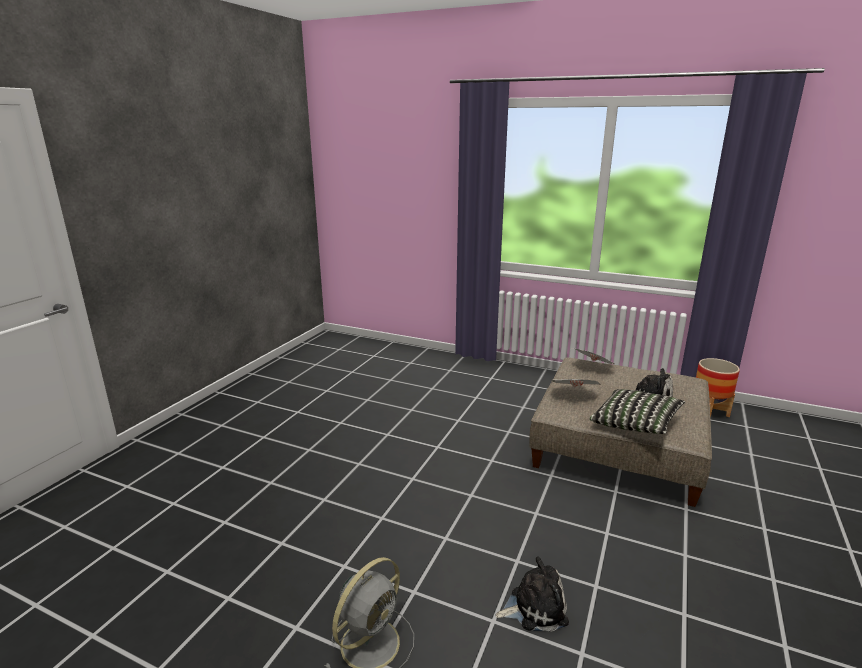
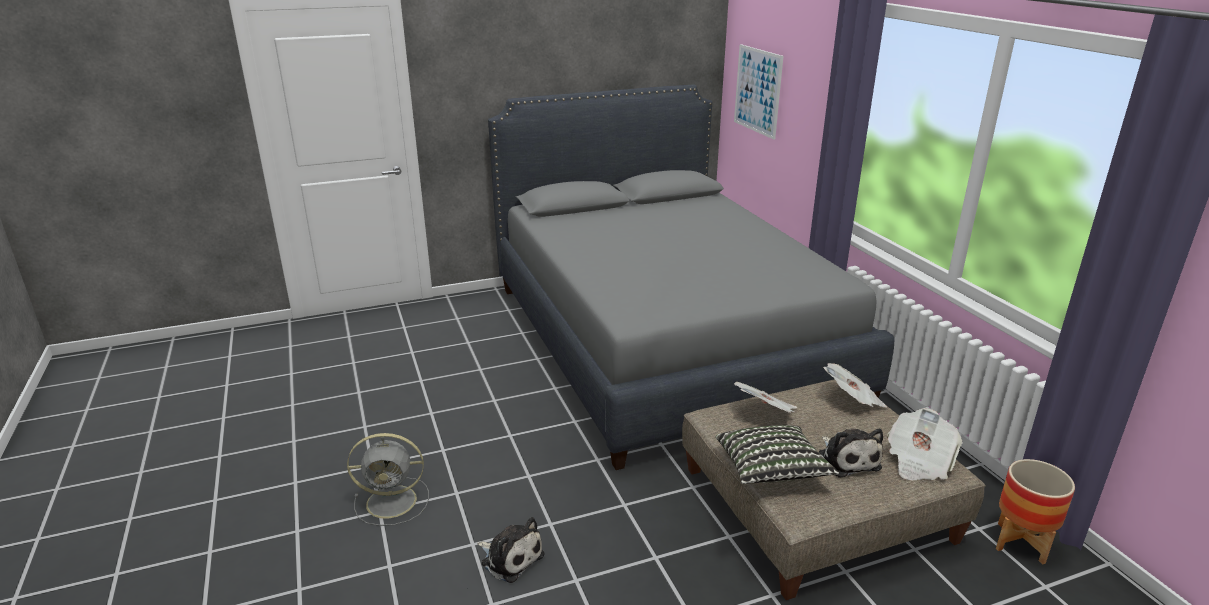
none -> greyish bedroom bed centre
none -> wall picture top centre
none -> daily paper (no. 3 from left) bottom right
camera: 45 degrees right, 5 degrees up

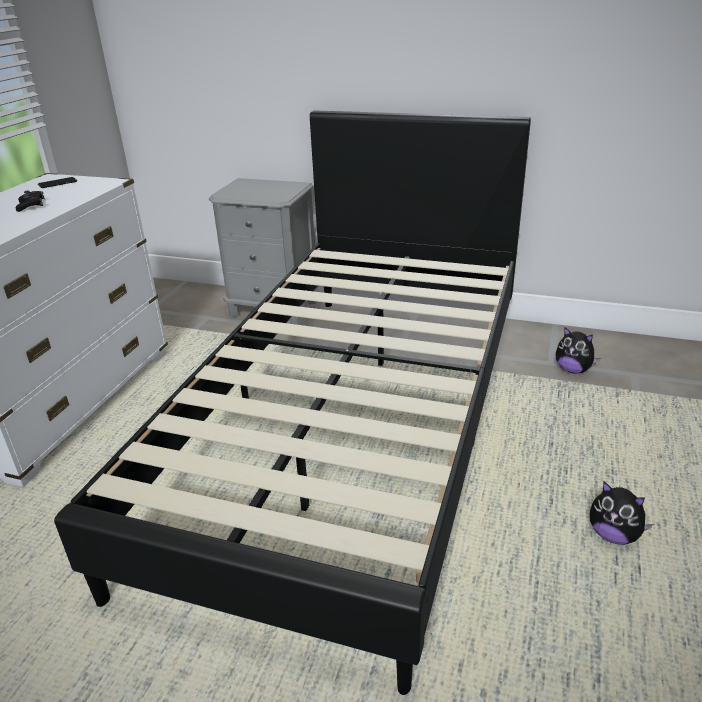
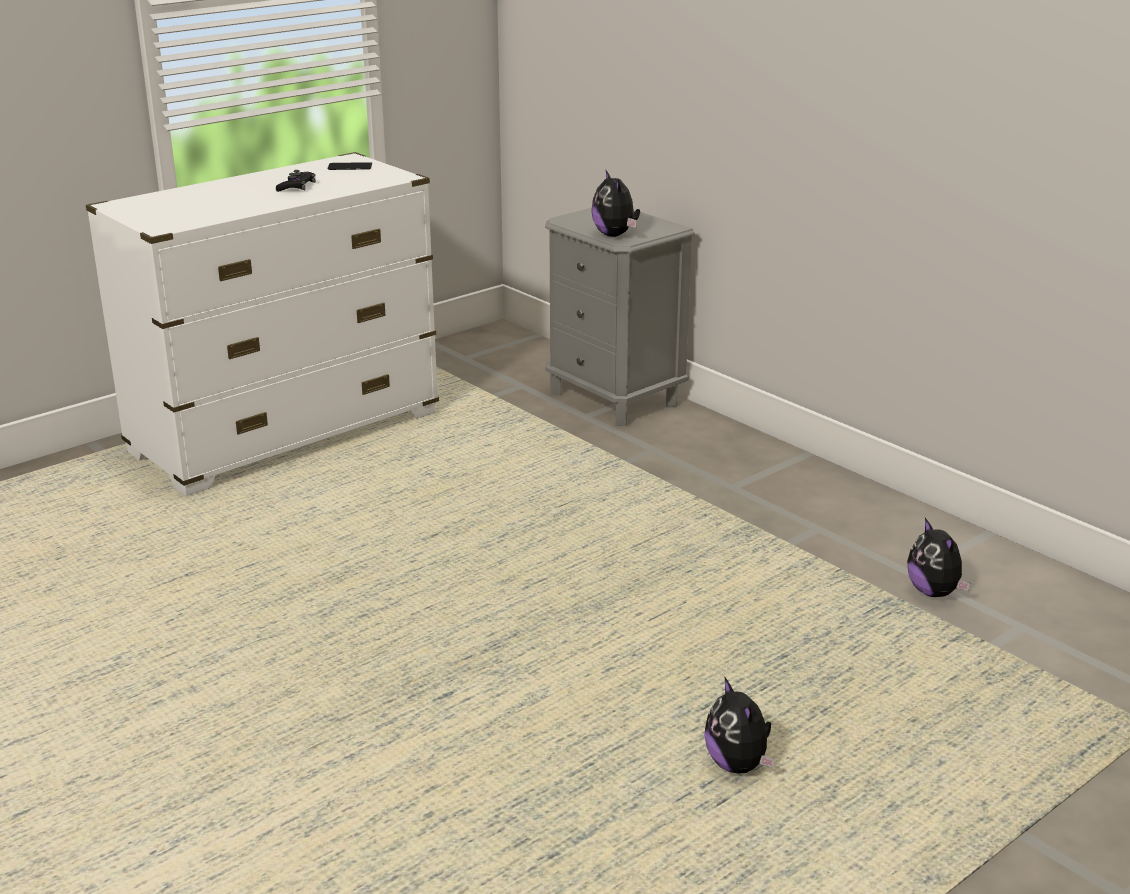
black-coloured bedroom bed centre -> none
none -> plush toy (no. 1 from left) top centre
camera: 30 degrees right, 5 degrees down

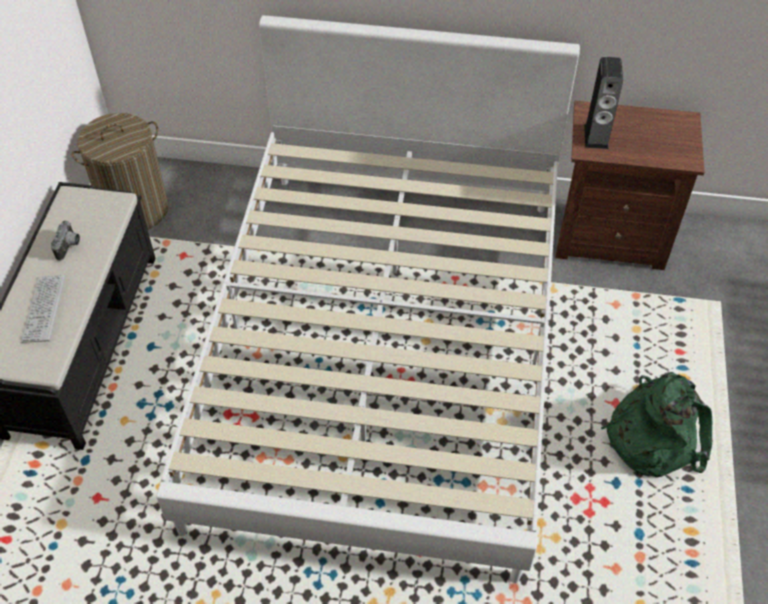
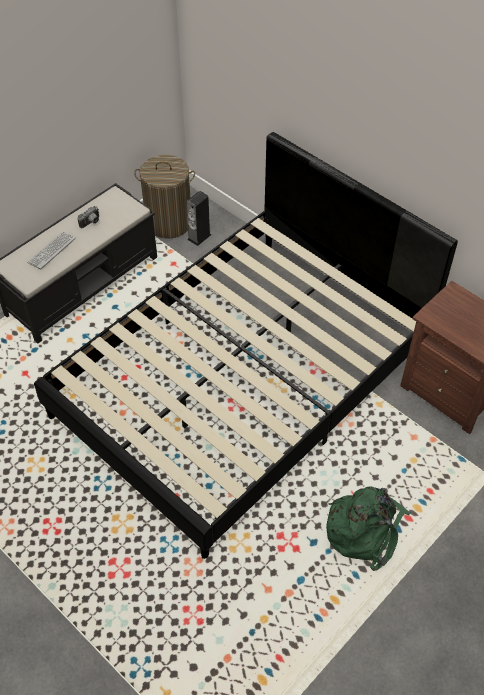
speaker top right -> speaker top centre, relocated
white bedroom bed centre -> black-coloured bedroom bed centre
camera: 35 degrees right, 0 degrees up

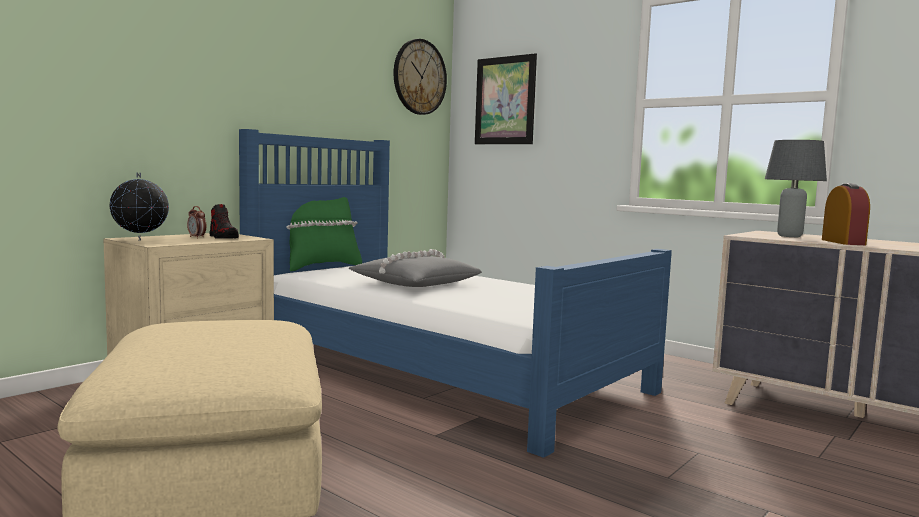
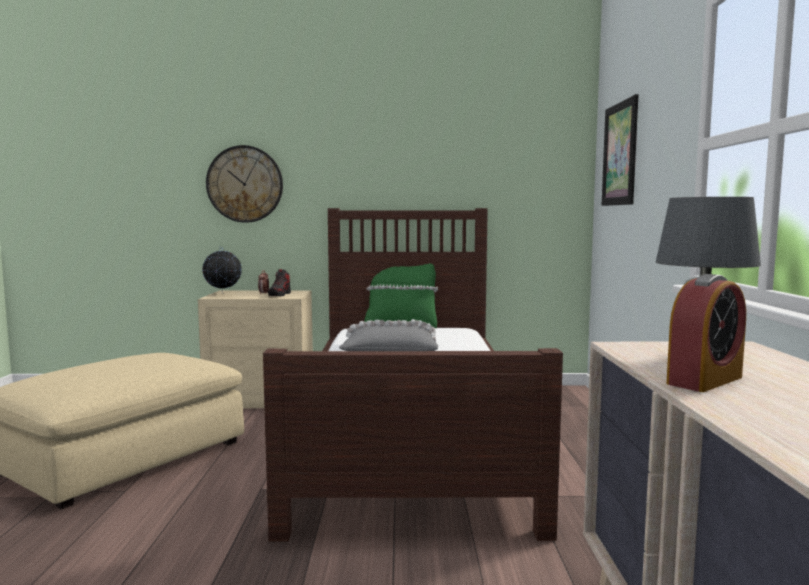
hanging clock top centre -> hanging clock top left, relocated
bluish bedroom bed centre -> brown-coloured bedroom bed centre
camera: 50 degrees right, 0 degrees up

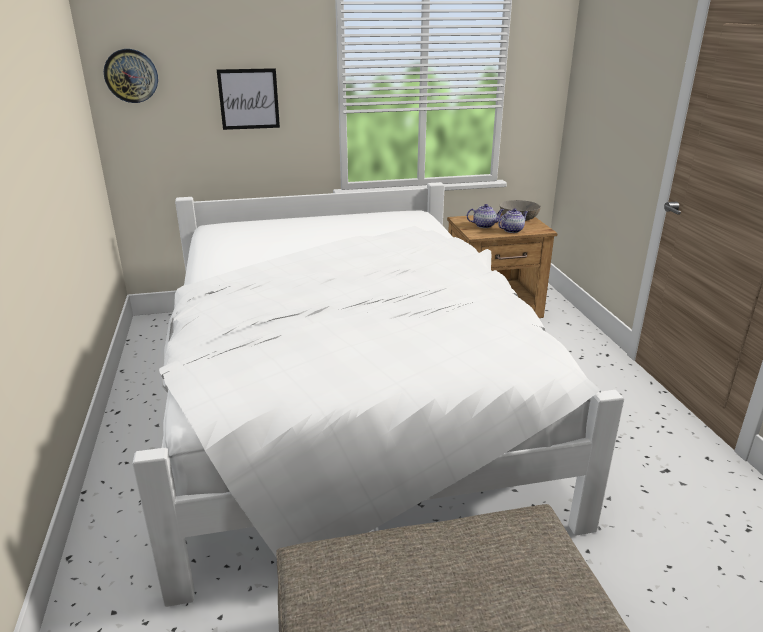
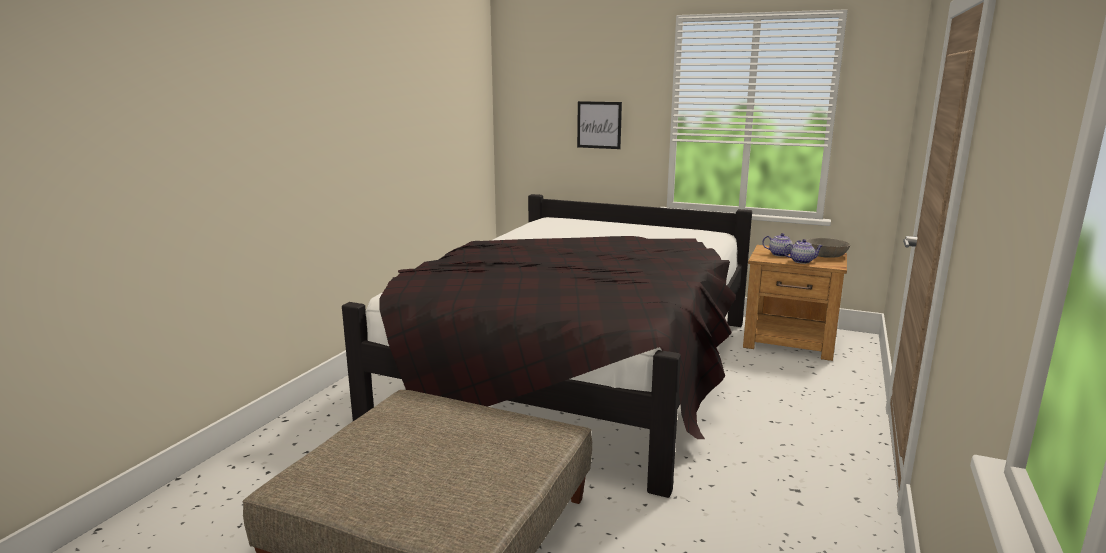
hanging clock top left -> none
white bedroom bed centre -> black-coloured bedroom bed centre
camera: 35 degrees right, 10 degrees down

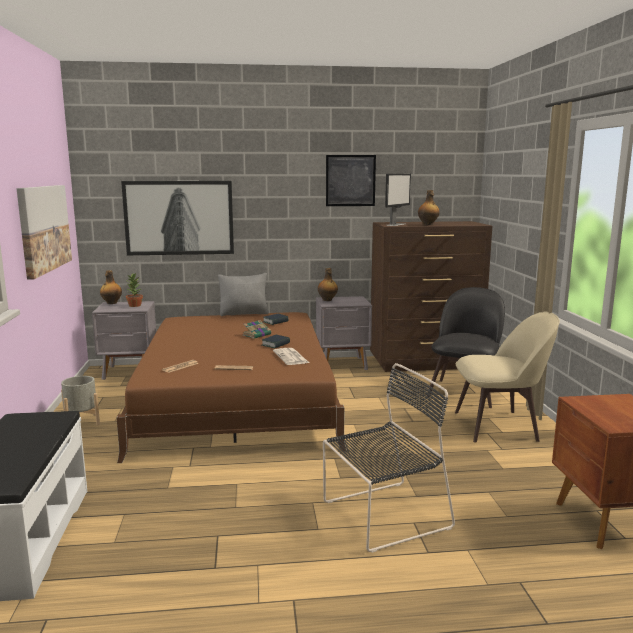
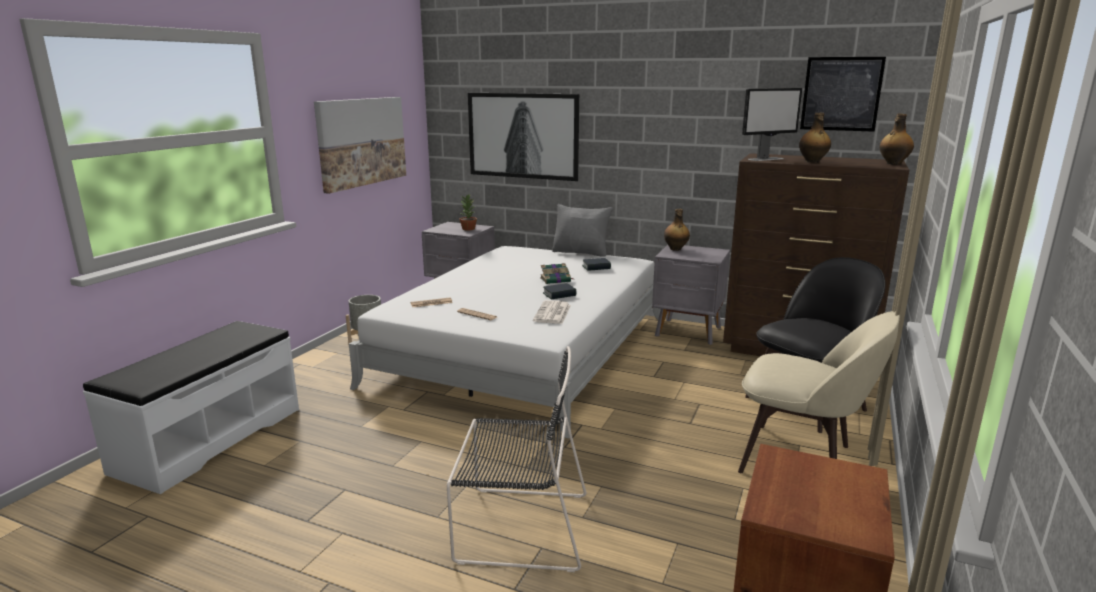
drink bottle (no. 1 from left in the first image) middle left -> drink bottle (no. 3 from left) top right, relocated
wall picture (no. 3 from left) top centre -> wall picture (no. 3 from left) top right, relocated
brown-coloured bedroom bed centre -> white bedroom bed centre
camera: 30 degrees right, 5 degrees up

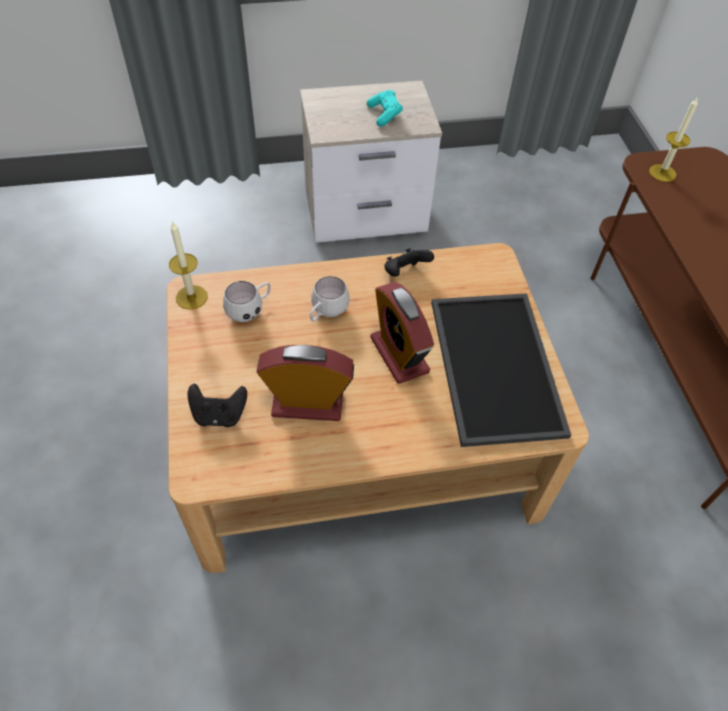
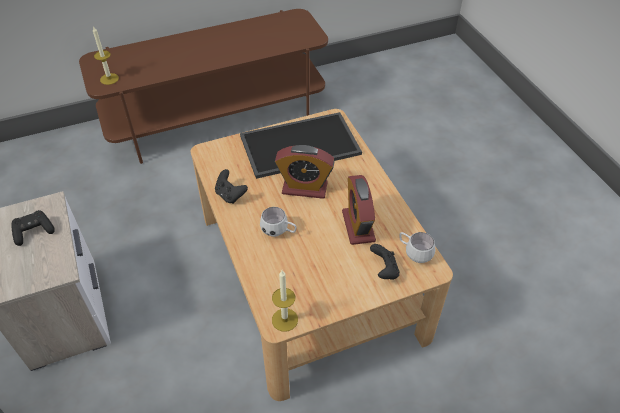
white tea mug (no. 1 from left in the first image) centre -> white tea mug (no. 2 from left) middle right, relocated
blue-green game controller top centre -> black-coloured game controller (no. 1 from left) middle left
bedside clock (no. 2 from left in the first image) centre -> bedside clock (no. 1 from left) centre, 45 degrees clockwise
camera: 100 degrees left, 5 degrees down

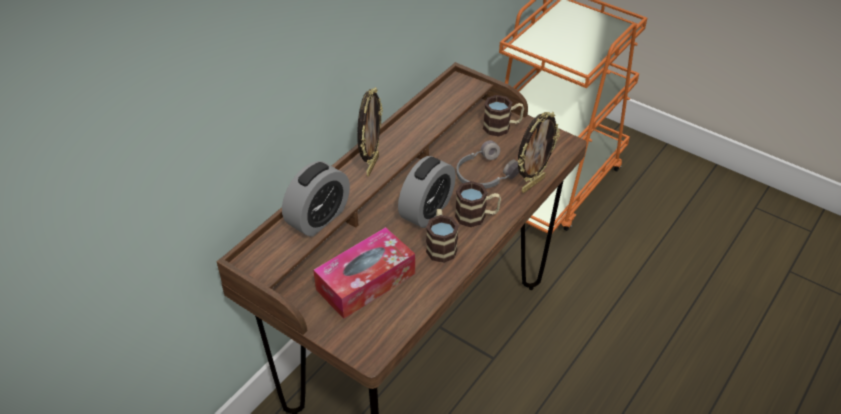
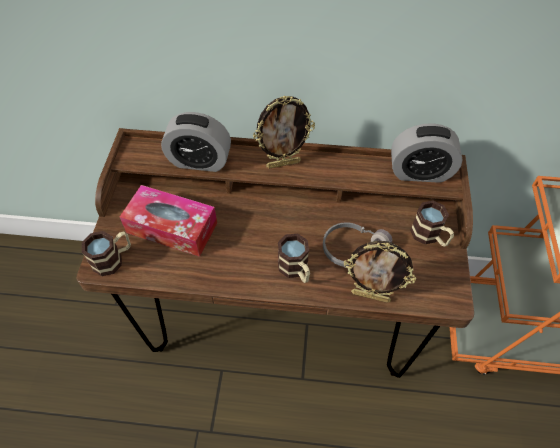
bedside clock (no. 2 from left) centre -> bedside clock (no. 2 from left) middle right, relocated
tea mug (no. 1 from left) centre -> tea mug (no. 1 from left) middle left, relocated
camera: 60 degrees right, 10 degrees up

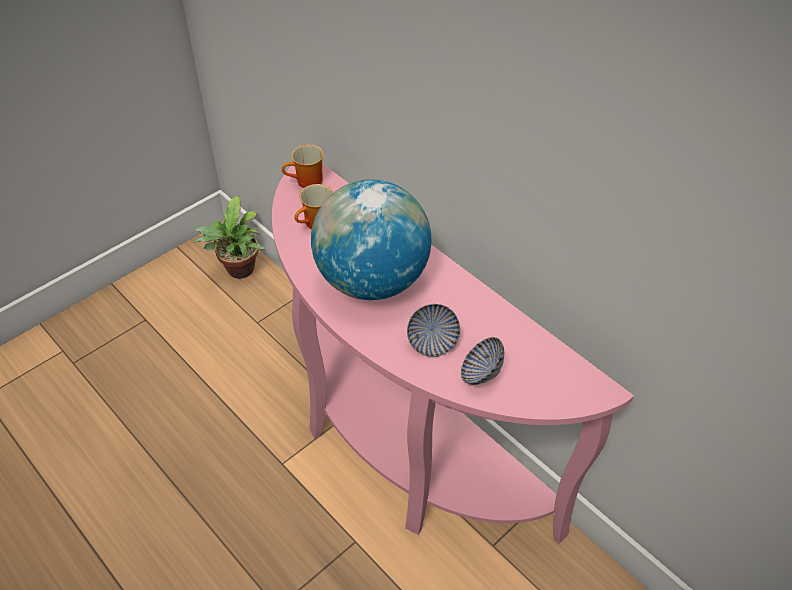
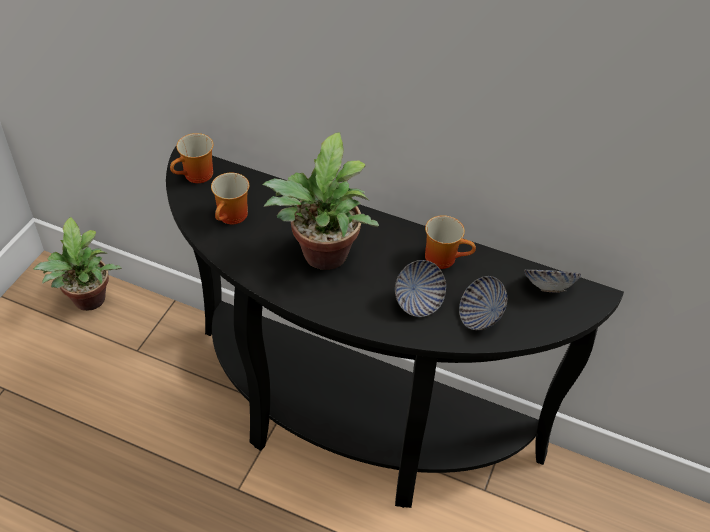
none -> tea mug (no. 3 from left) centre
none -> bowl (no. 3 from left) middle right
desk globe centre -> potted plant (no. 2 from left) centre
pink-coloured console table centre -> black-coloured console table centre
camera: 25 degrees left, 0 degrees up

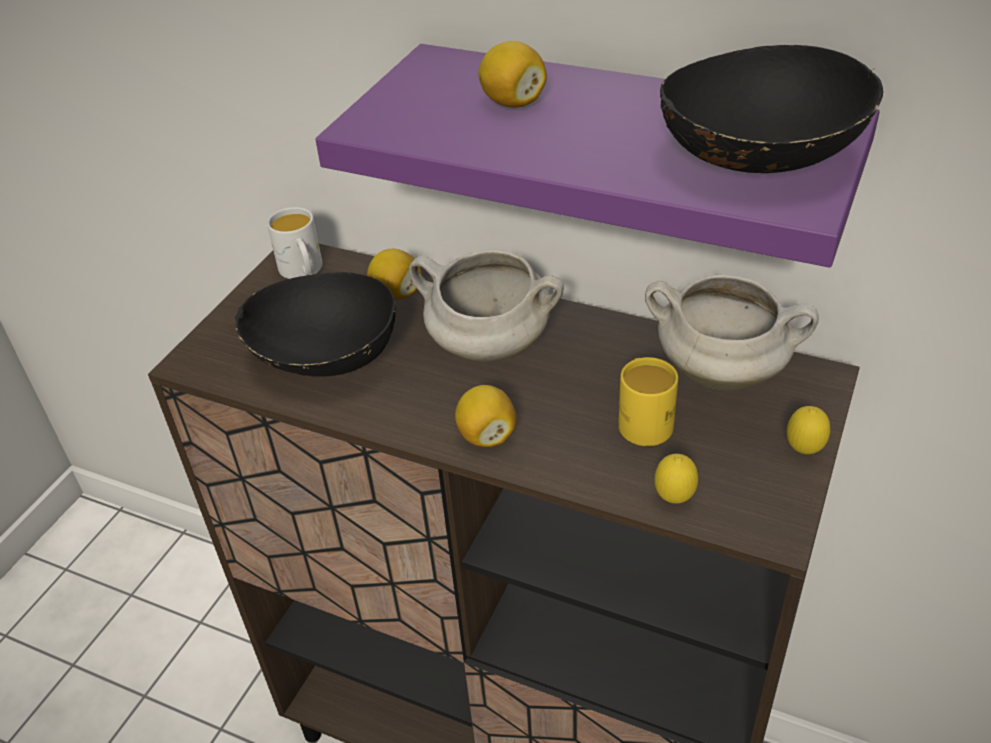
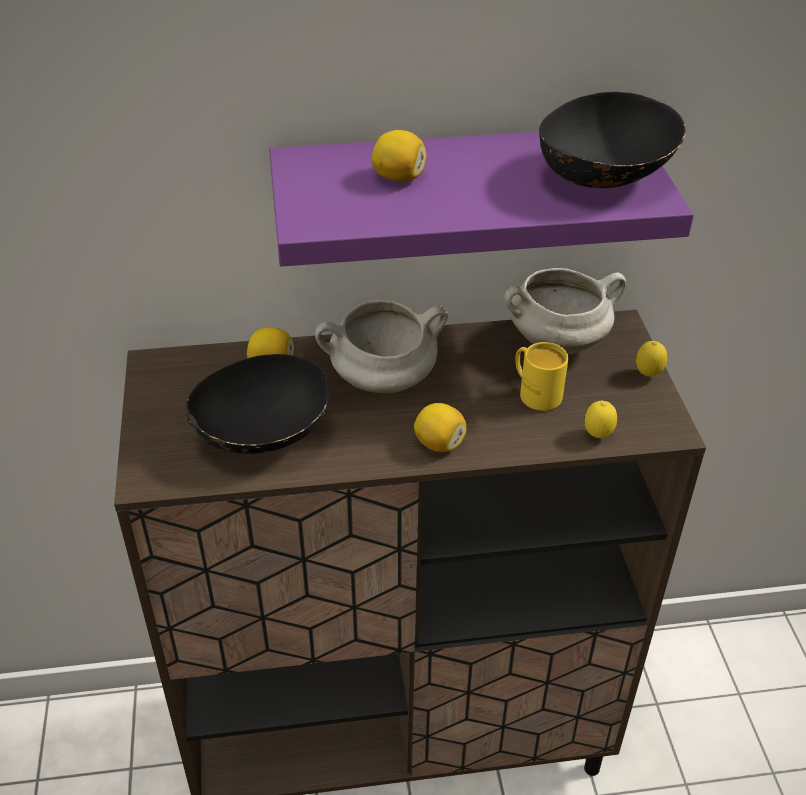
white tea mug top left -> none
camera: 35 degrees left, 0 degrees up

